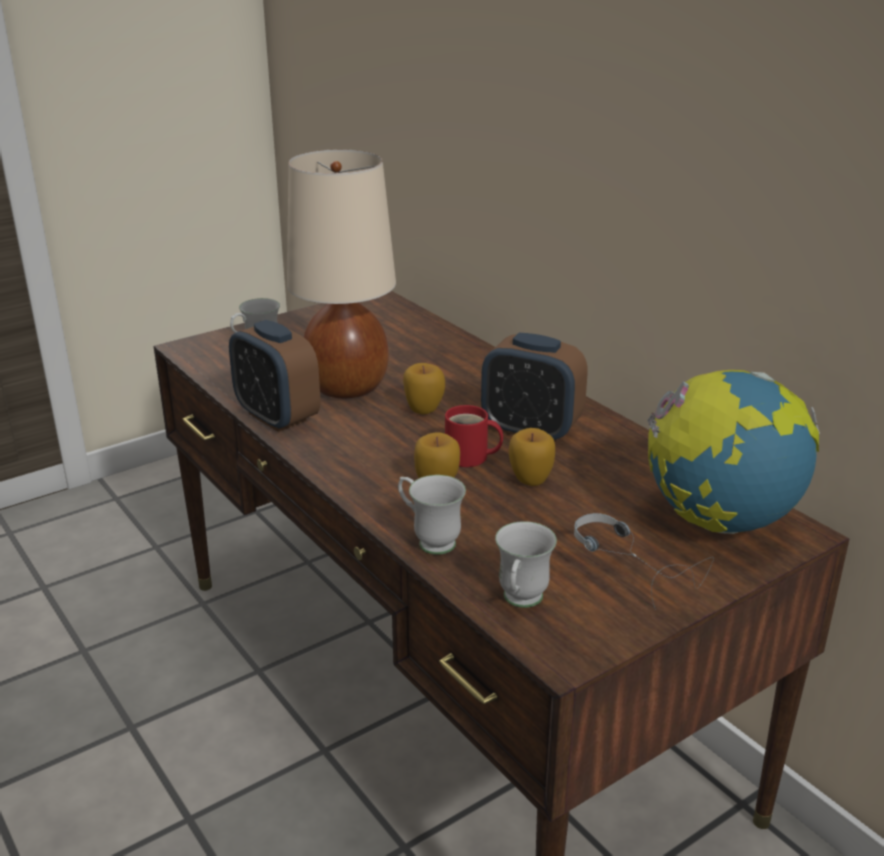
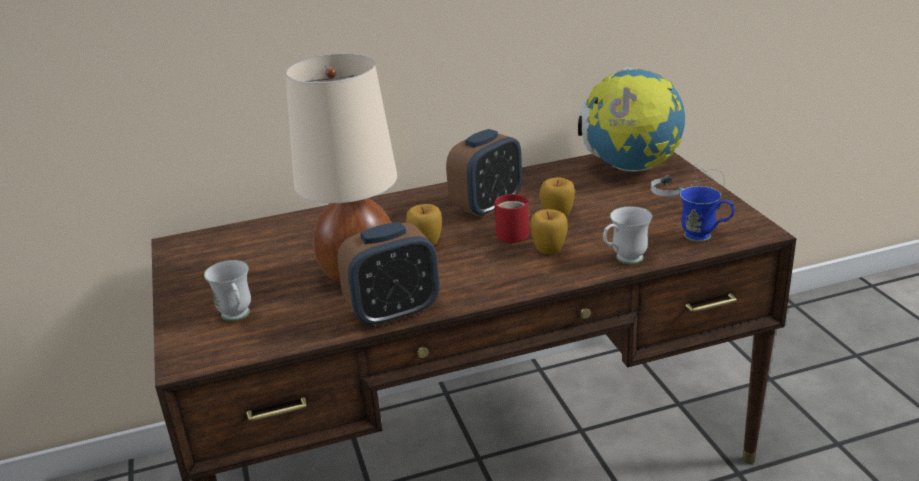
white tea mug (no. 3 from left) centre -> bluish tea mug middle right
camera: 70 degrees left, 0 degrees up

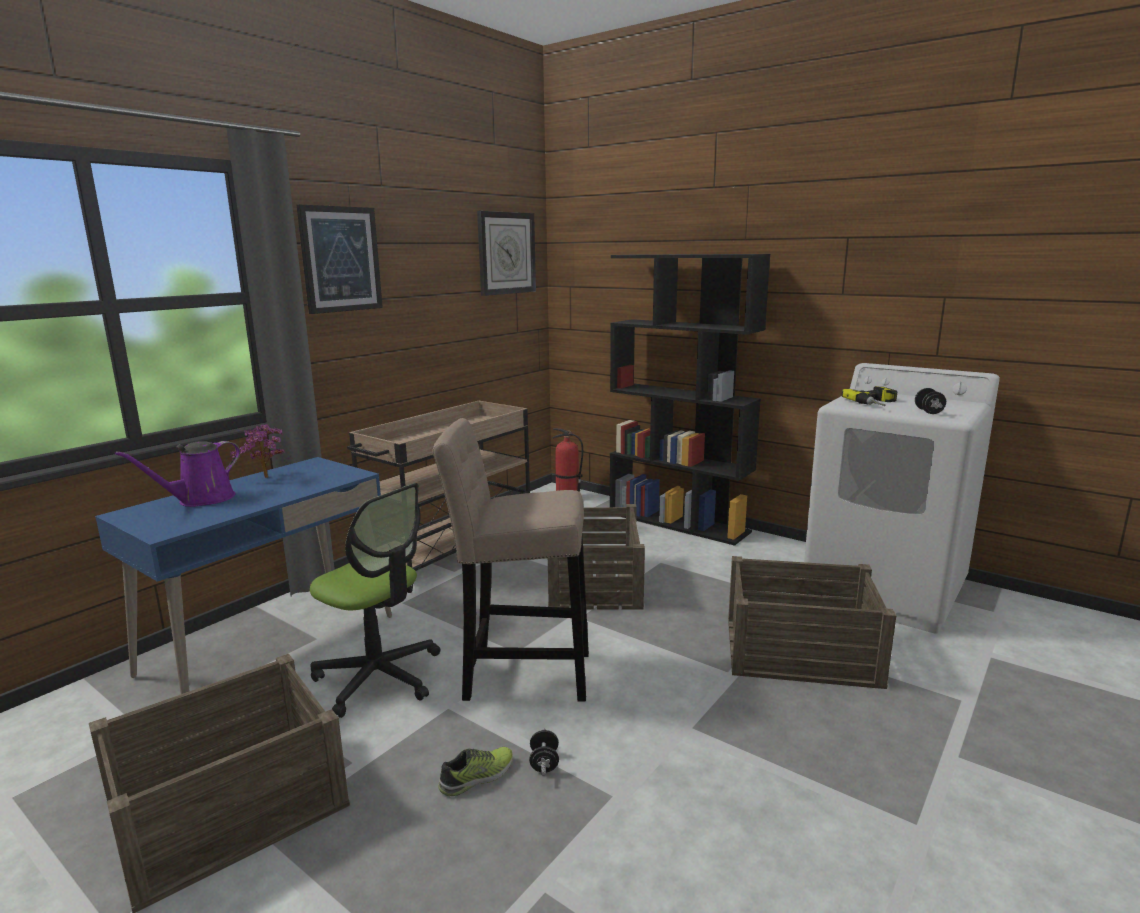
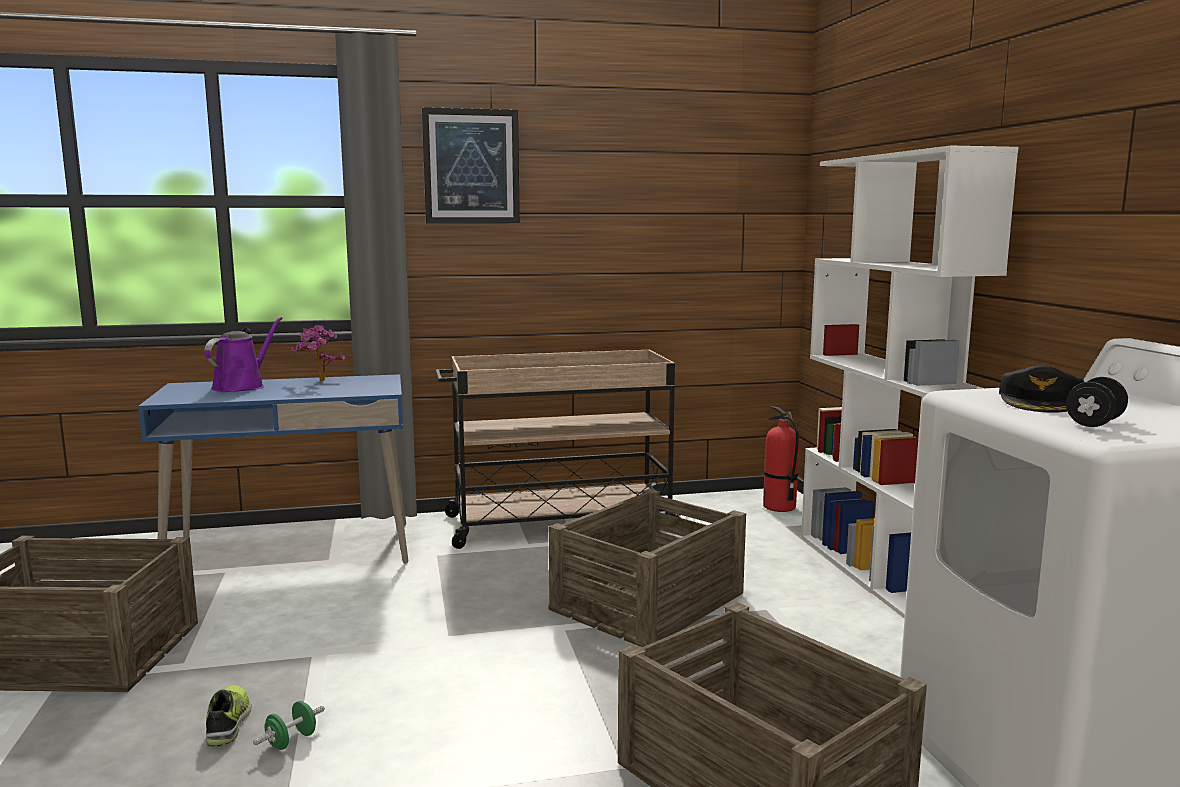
computer chair middle left -> none
beige stool centre -> none
hanging clock top centre -> none
drill middle right -> black-coloured peaked cap middle right
black-coloured free weight (no. 1 from left) bottom centre -> greenish free weight bottom left
black-coloured bookcase centre -> white bookcase middle right
purplish watering pot middle left, 120 degrees clockwise
shoe bottom centre -> shoe bottom left, 105 degrees counterclockwise
camera: 40 degrees right, 5 degrees down

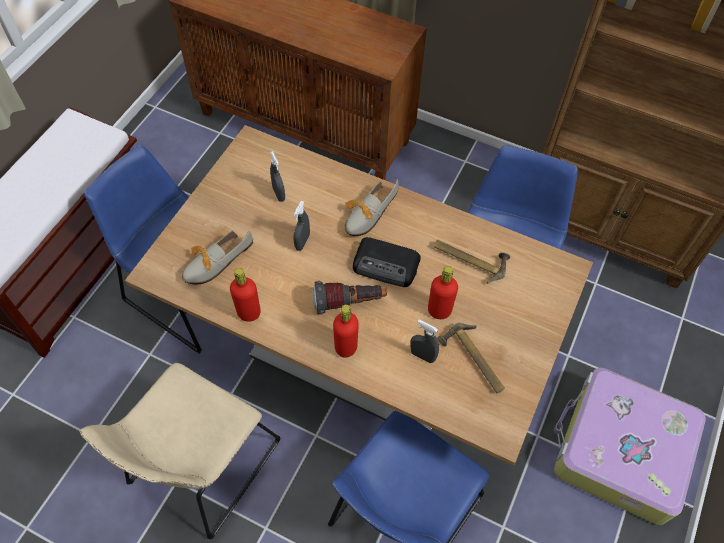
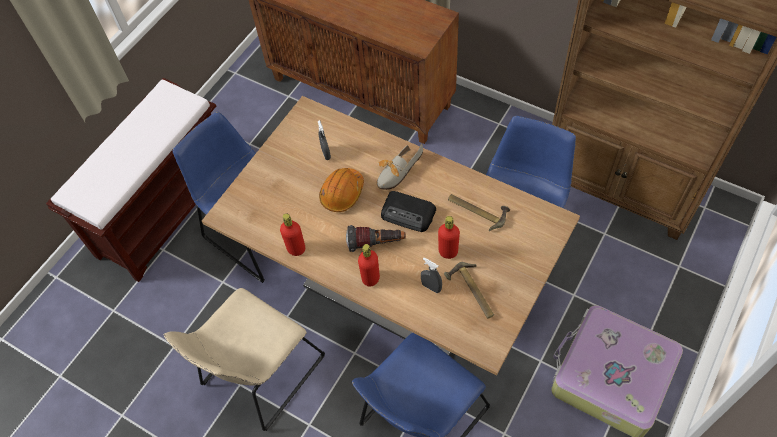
shoe (no. 1 from left) middle left -> none
greyish sprayer (no. 2 from left) centre -> orangey safety helmet centre
camera: 10 degrees right, 0 degrees up

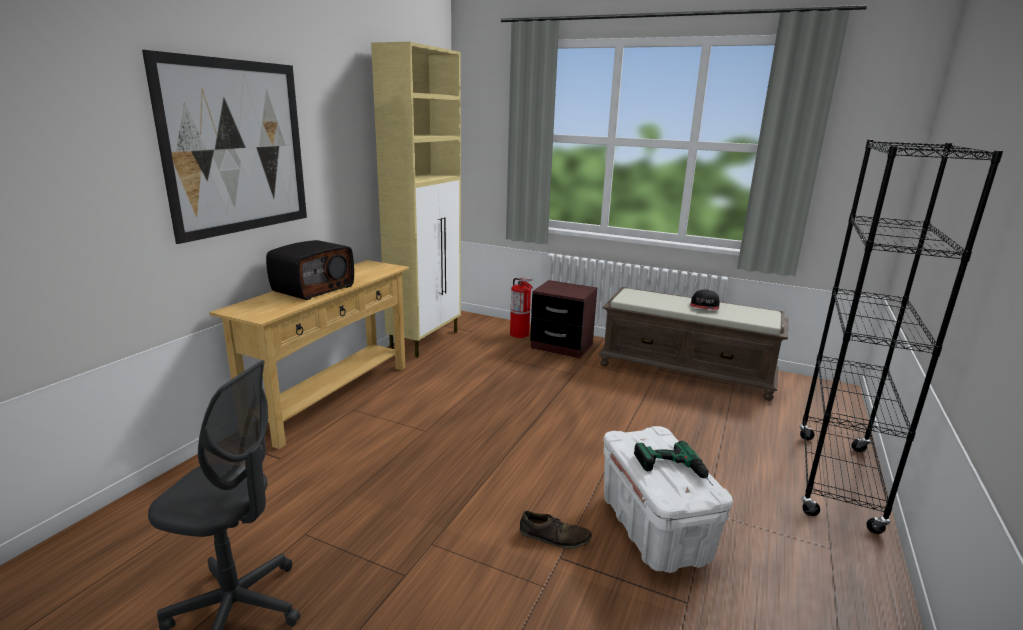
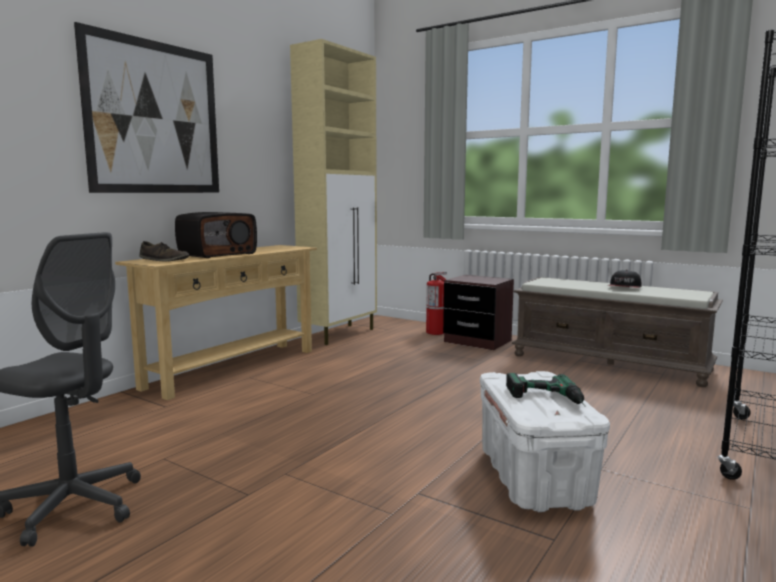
brown-coloured shoe bottom centre -> brown-coloured shoe middle left, relocated
camera: 10 degrees right, 10 degrees down

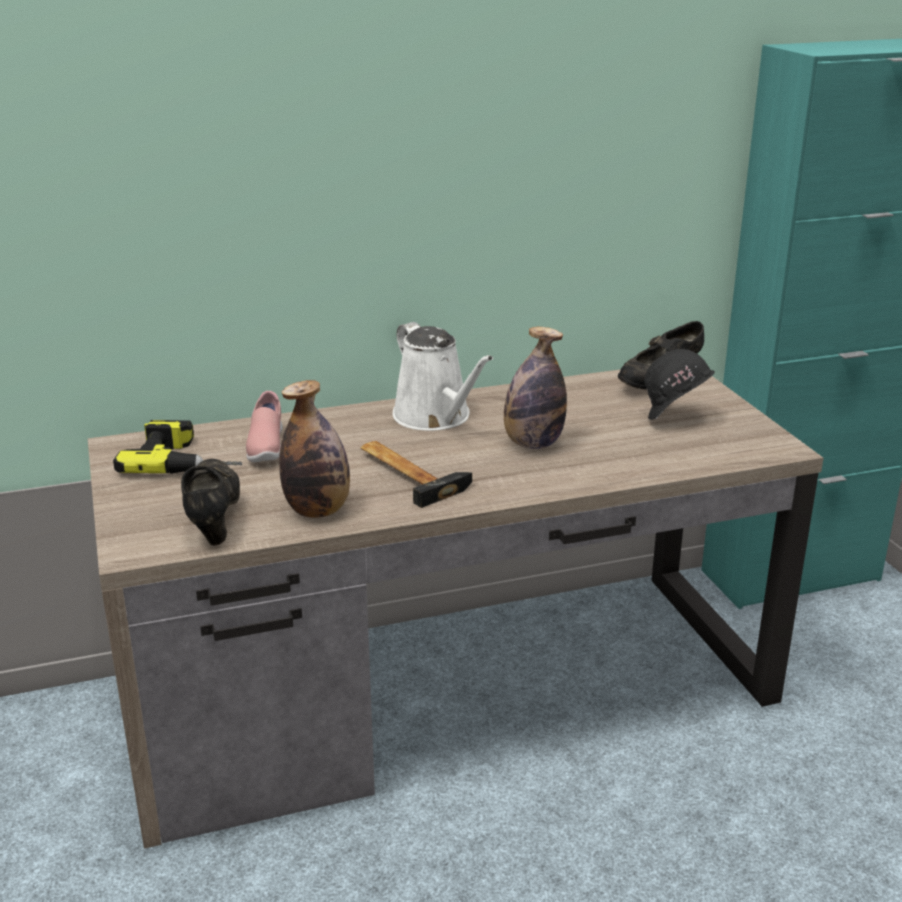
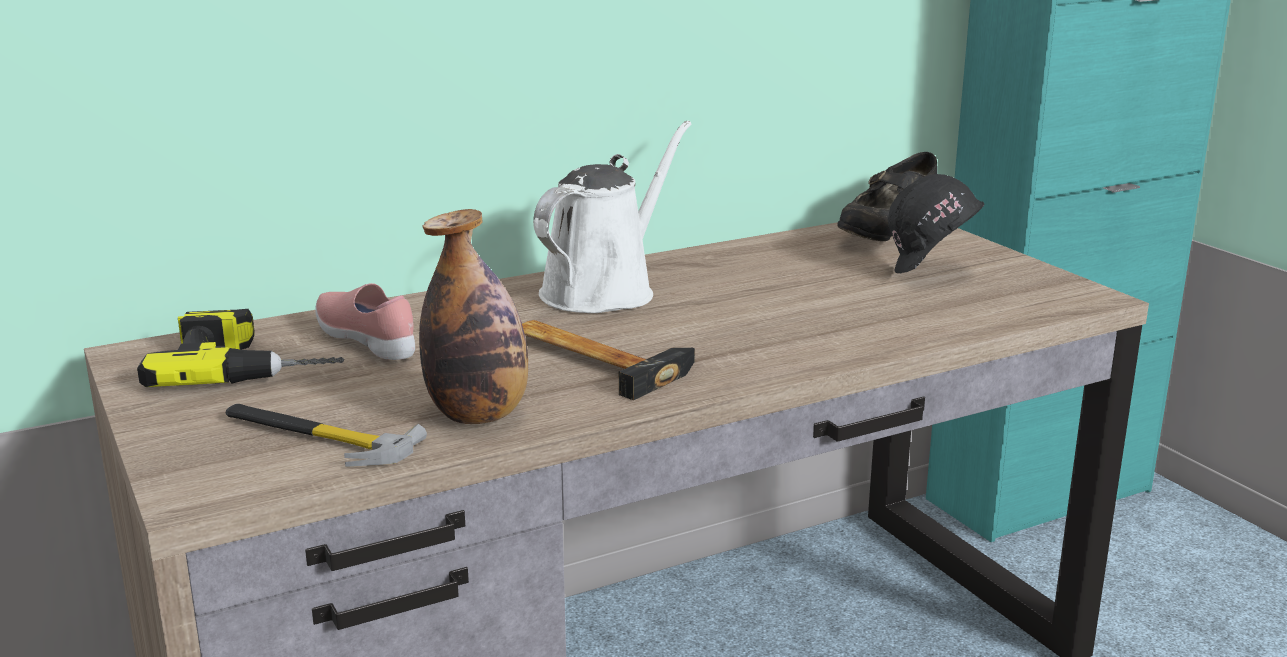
drink bottle (no. 2 from left) centre -> none
black-coloured shoe (no. 1 from left) middle left -> hammer (no. 1 from left) middle left
pink-coloured shoe middle left, 150 degrees clockwise
white watering pot centre -> white watering pot top centre, 105 degrees counterclockwise
camera: 10 degrees left, 5 degrees down

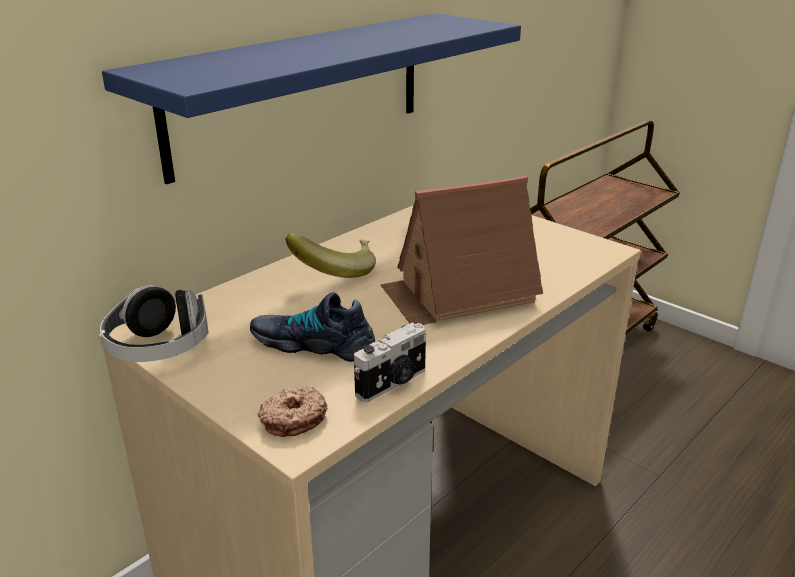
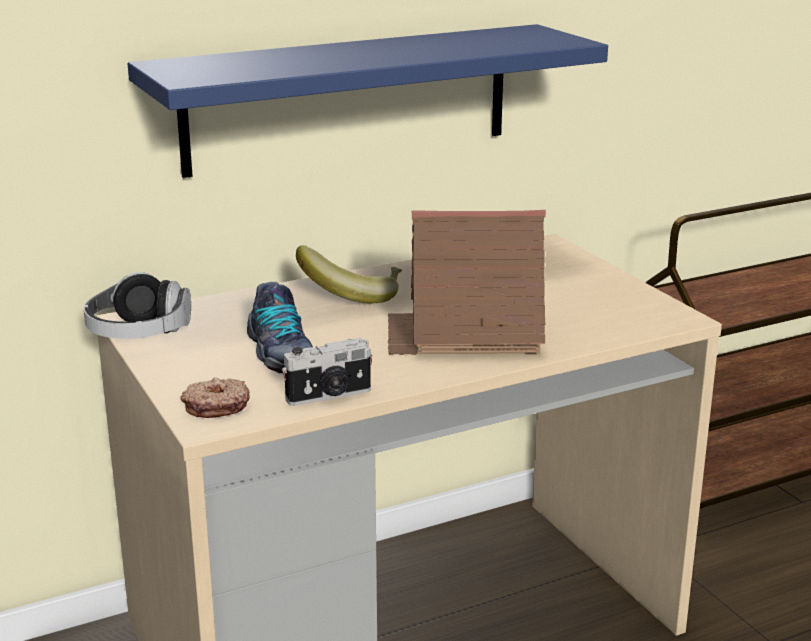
shoe centre, 150 degrees counterclockwise
camera: 20 degrees right, 5 degrees down

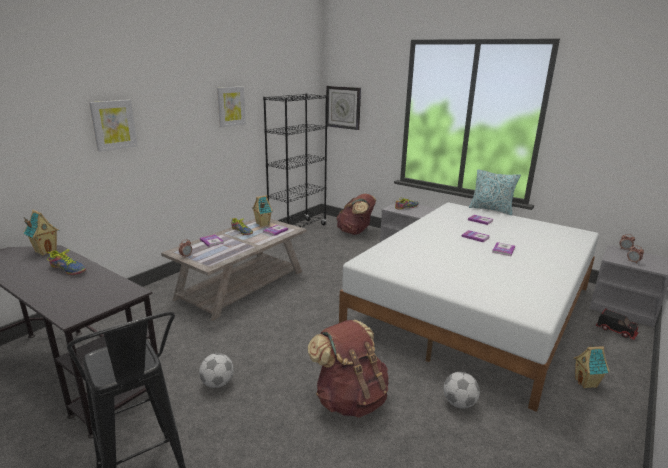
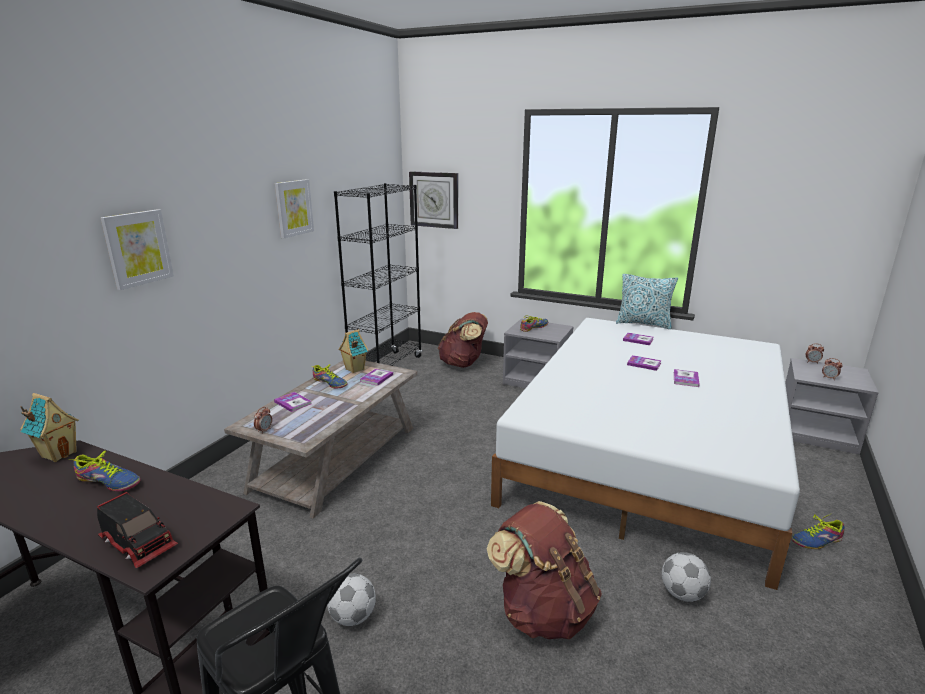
toy truck bottom right -> toy truck bottom left, relocated
toy house (no. 3 from left) bottom right -> shoe (no. 4 from left) bottom right
camera: 10 degrees left, 0 degrees up

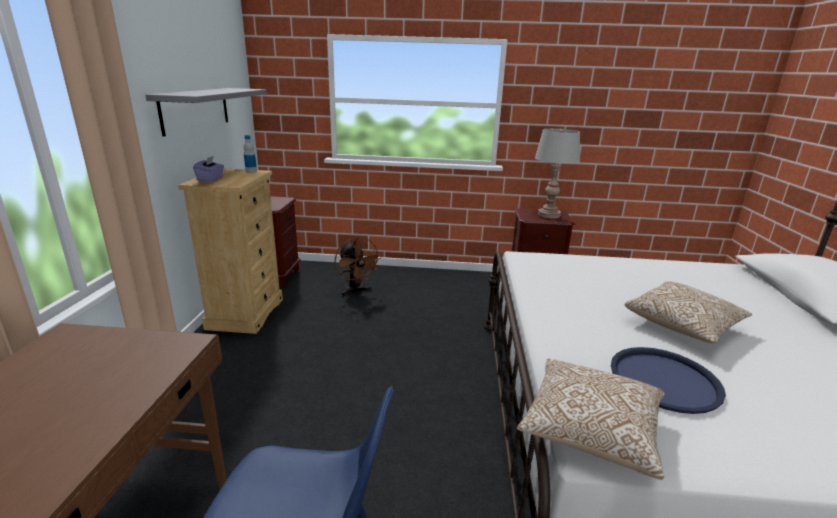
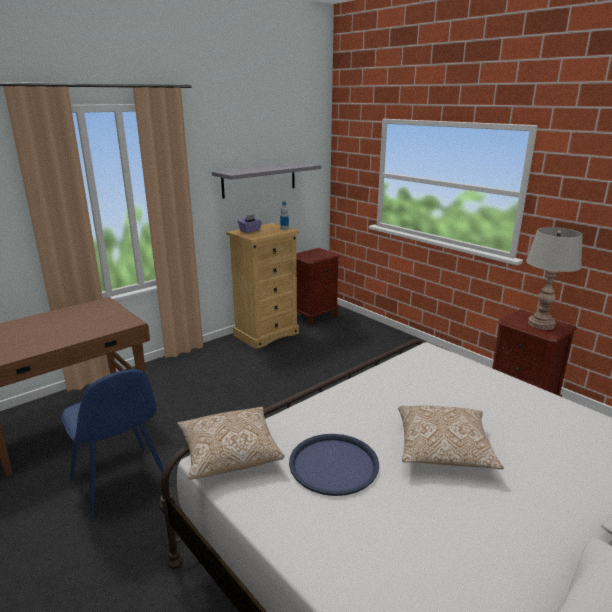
brown-coloured electric fan centre -> none
camera: 45 degrees right, 0 degrees up

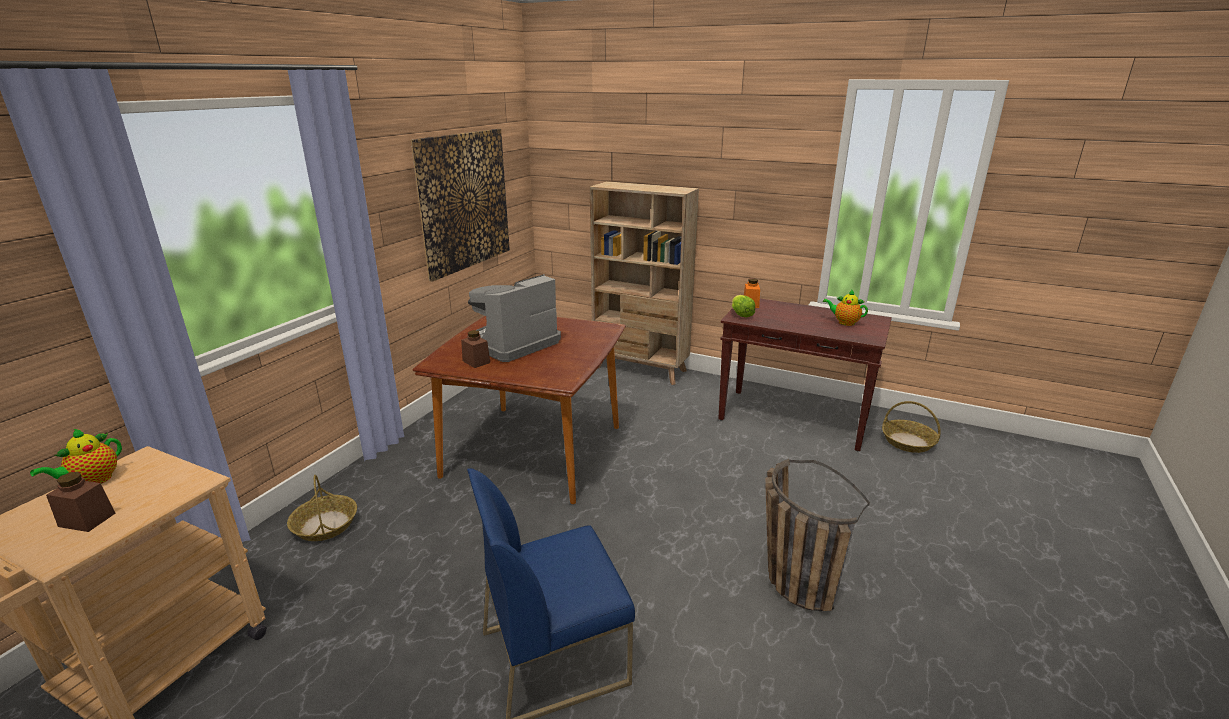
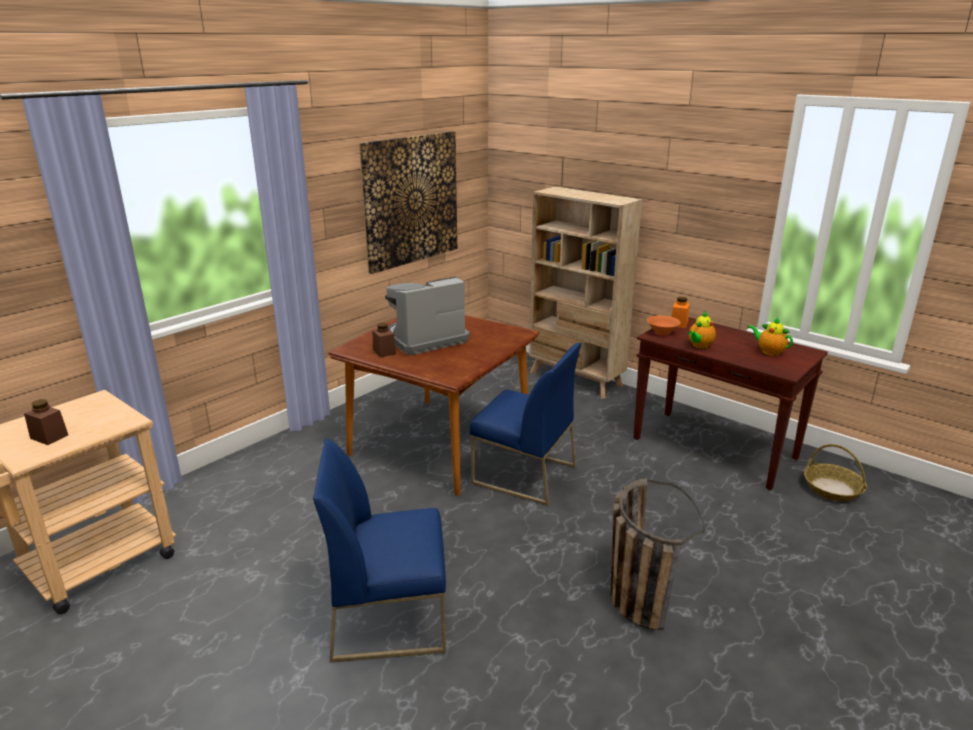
household basket (no. 1 from left) bottom left -> none
none -> bluish plain chair (no. 2 from left) centre
pot for tea (no. 1 from left) middle left -> pot for tea (no. 1 from left) middle right, relocated
head of lettuce centre -> orangey bowl middle right
camera: 15 degrees right, 0 degrees up

